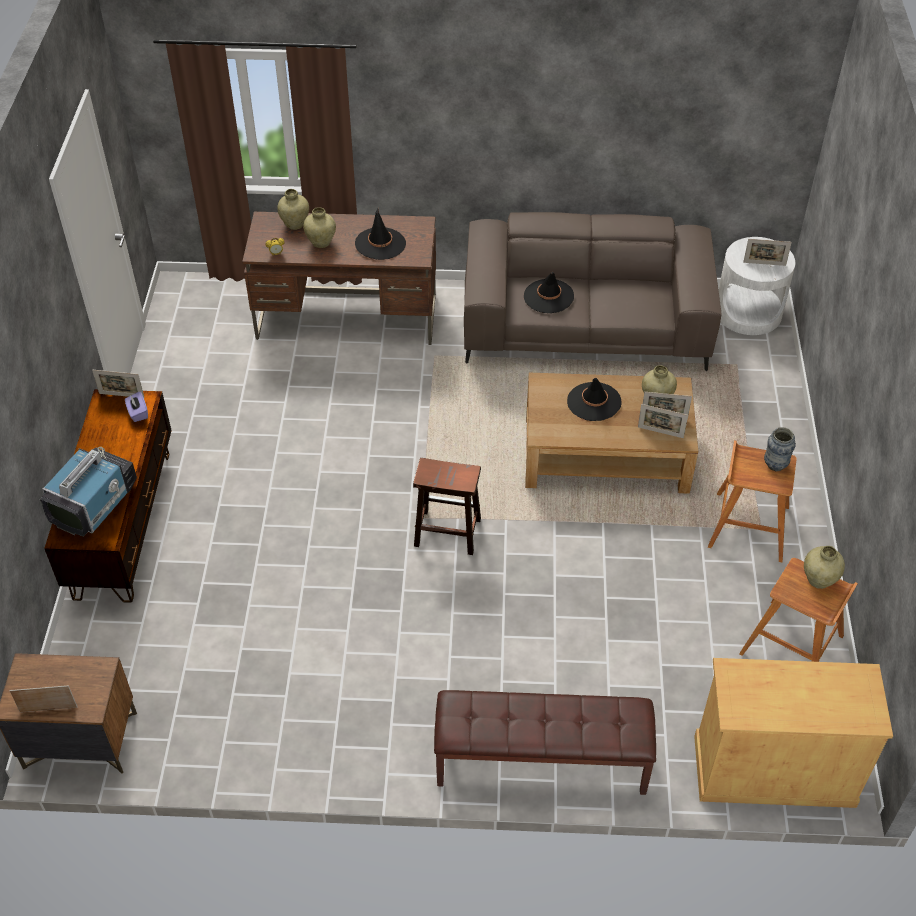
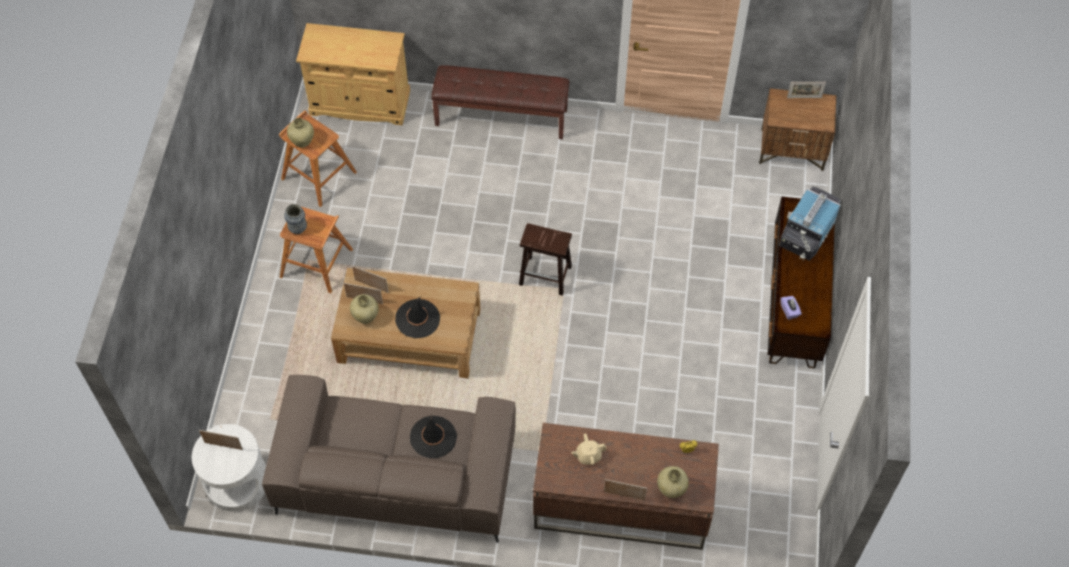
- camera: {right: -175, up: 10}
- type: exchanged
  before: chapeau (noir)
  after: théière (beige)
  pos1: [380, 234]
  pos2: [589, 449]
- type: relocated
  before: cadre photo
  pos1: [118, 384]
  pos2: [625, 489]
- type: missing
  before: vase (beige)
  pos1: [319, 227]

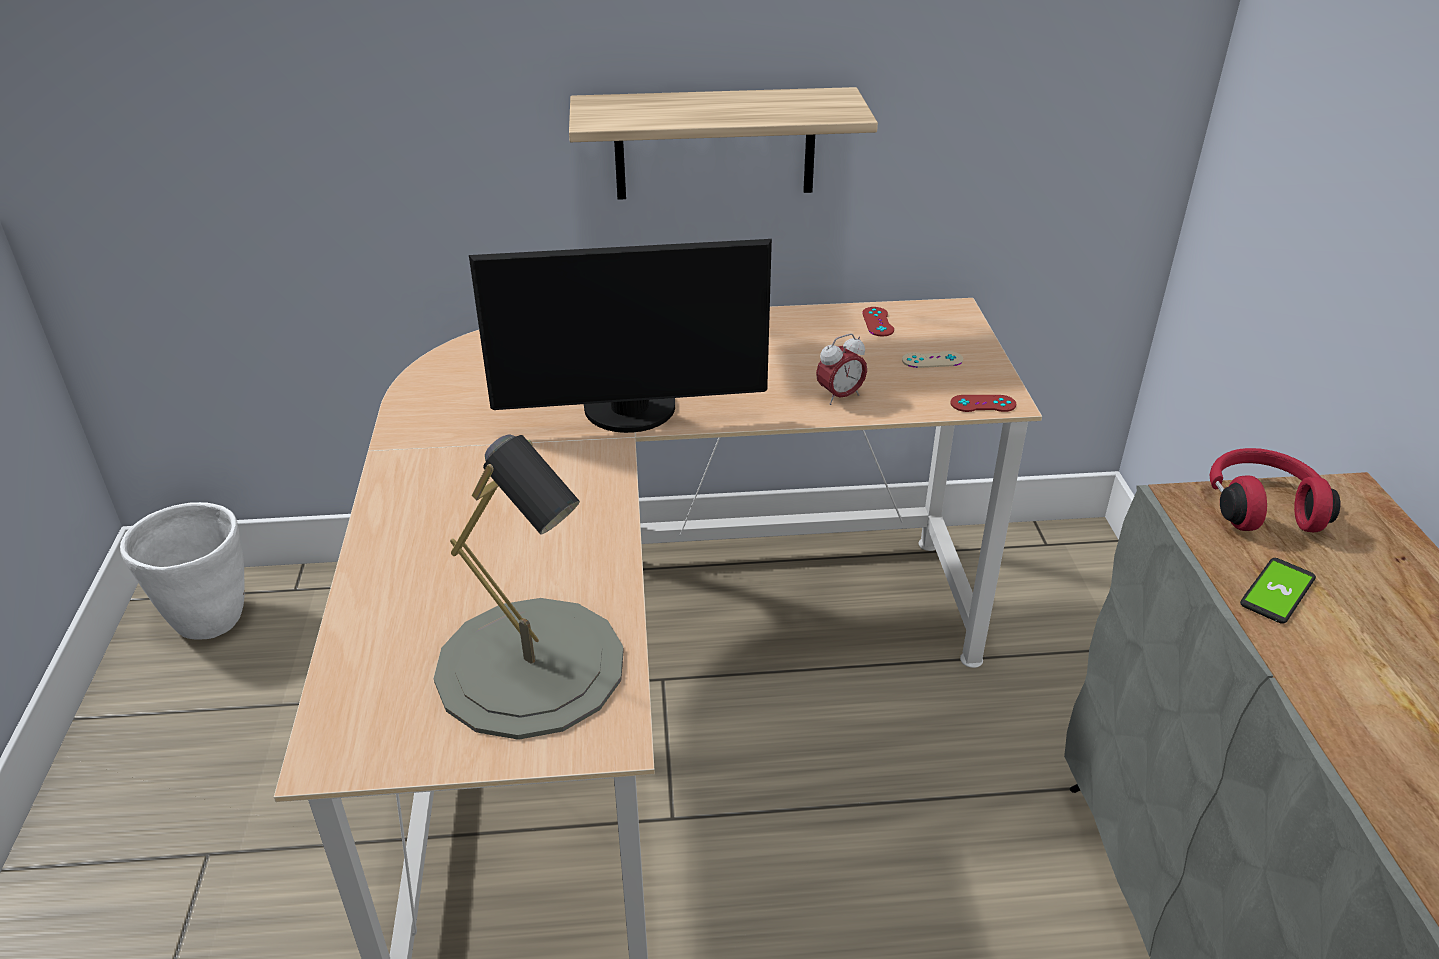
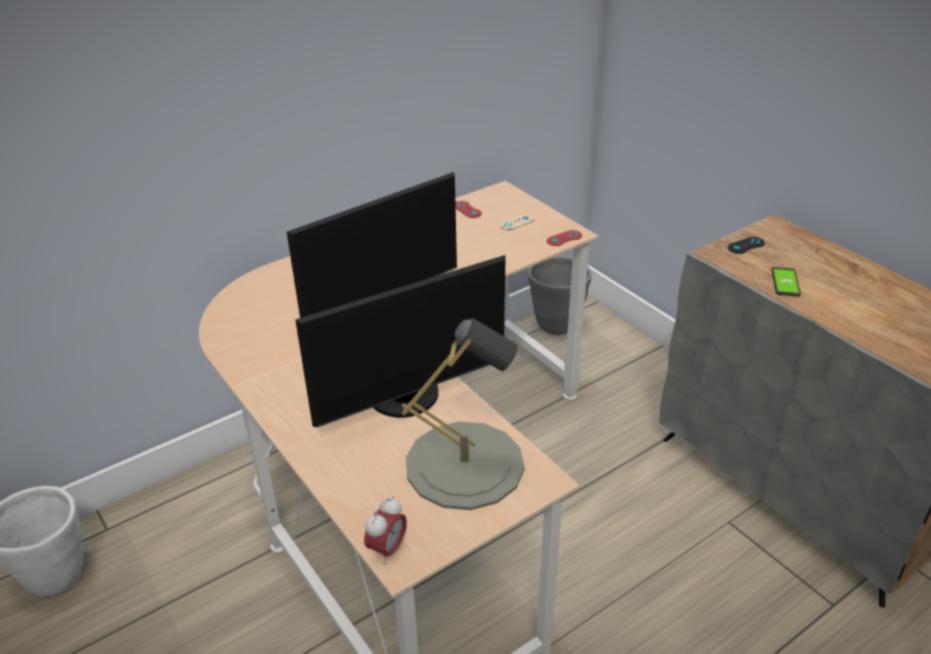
- camera: {right: -30, up: 0}
- type: appeared
  after: écran d'ordinateur
  pos2: [400, 341]
- type: relocated
  before: réveil
  pos1: [841, 369]
  pos2: [385, 530]
- type: appeared
  after: cache-pot (gris)
  pos2: [560, 295]
- type: exchanged
  before: casque audio (rouge)
  after: manette (noir)
  pos1: [1275, 490]
  pos2: [746, 245]
- type: missing
  before: étagère
  pos1: [723, 143]

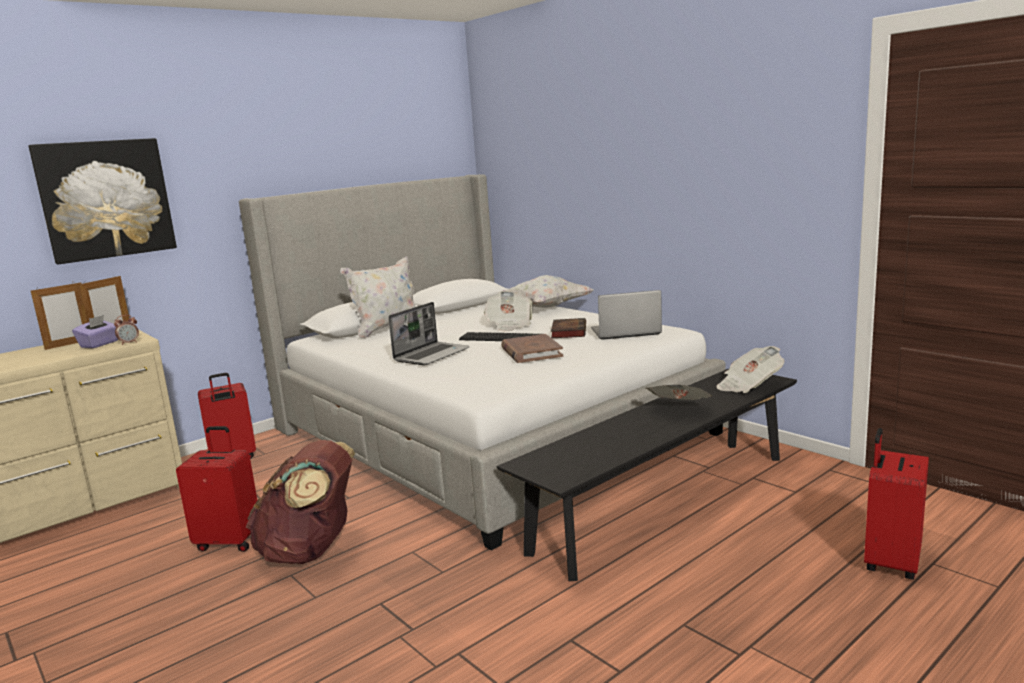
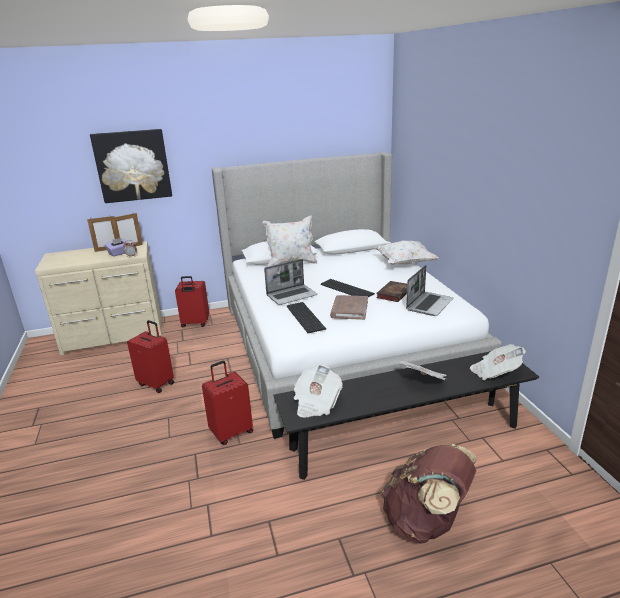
- camera: {right: 25, up: 10}
- type: relocated
  before: valise (rouge)
  pos1: [896, 504]
  pos2: [227, 403]
- type: appeared
  after: clavier
  pos2: [306, 317]
- type: relocated
  before: journal
  pos1: [508, 311]
  pos2: [318, 391]
- type: relocated
  before: sac à dos (marron)
  pos1: [300, 502]
  pos2: [429, 494]
- type: spun
  before: ordinateur portable
  pos1: [626, 315]
  pos2: [429, 290]
  turn: 105

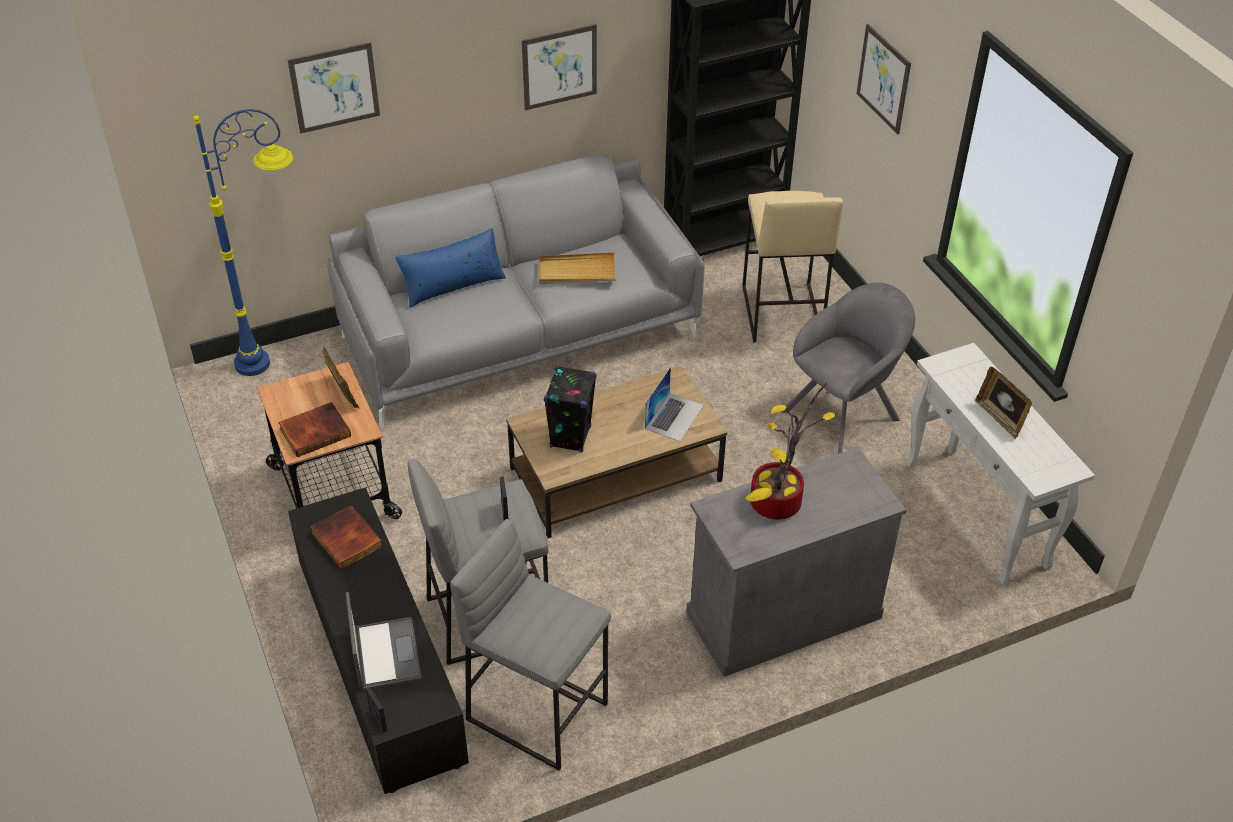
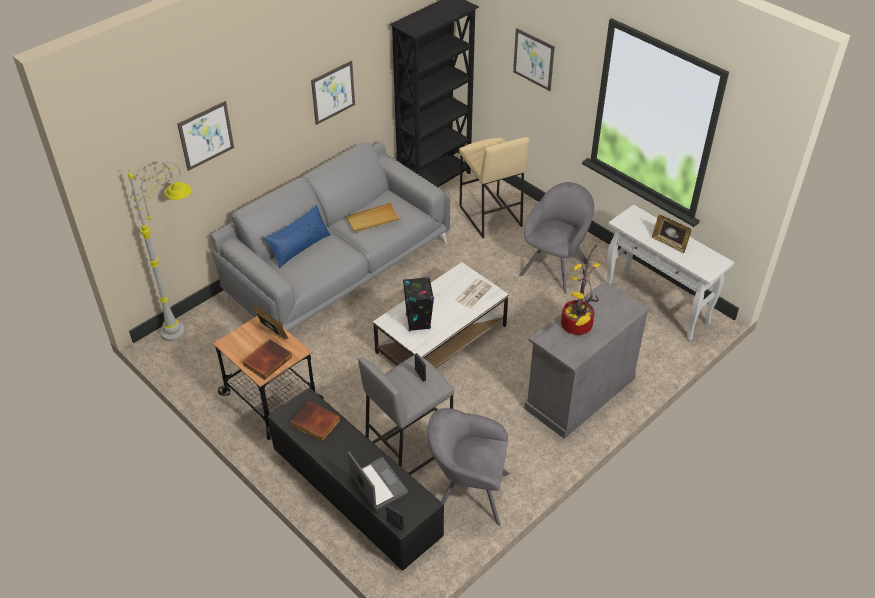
- camera: {right: -20, up: 0}
- type: colour
  before: lampadaire (bleu)
  after: lampadaire (gris)
  pos1: [243, 242]
  pos2: [160, 251]
- type: colour
  before: table basse (marron)
  after: table basse (blanc)
  pos1: [616, 452]
  pos2: [441, 315]
- type: exchanged
  before: tabouret (gris)
  after: fauteuil (gris)
  pos1: [530, 645]
  pos2: [468, 467]
- type: exchanged
  before: ordinateur portable
  after: journal
  pos1: [674, 404]
  pos2: [473, 293]

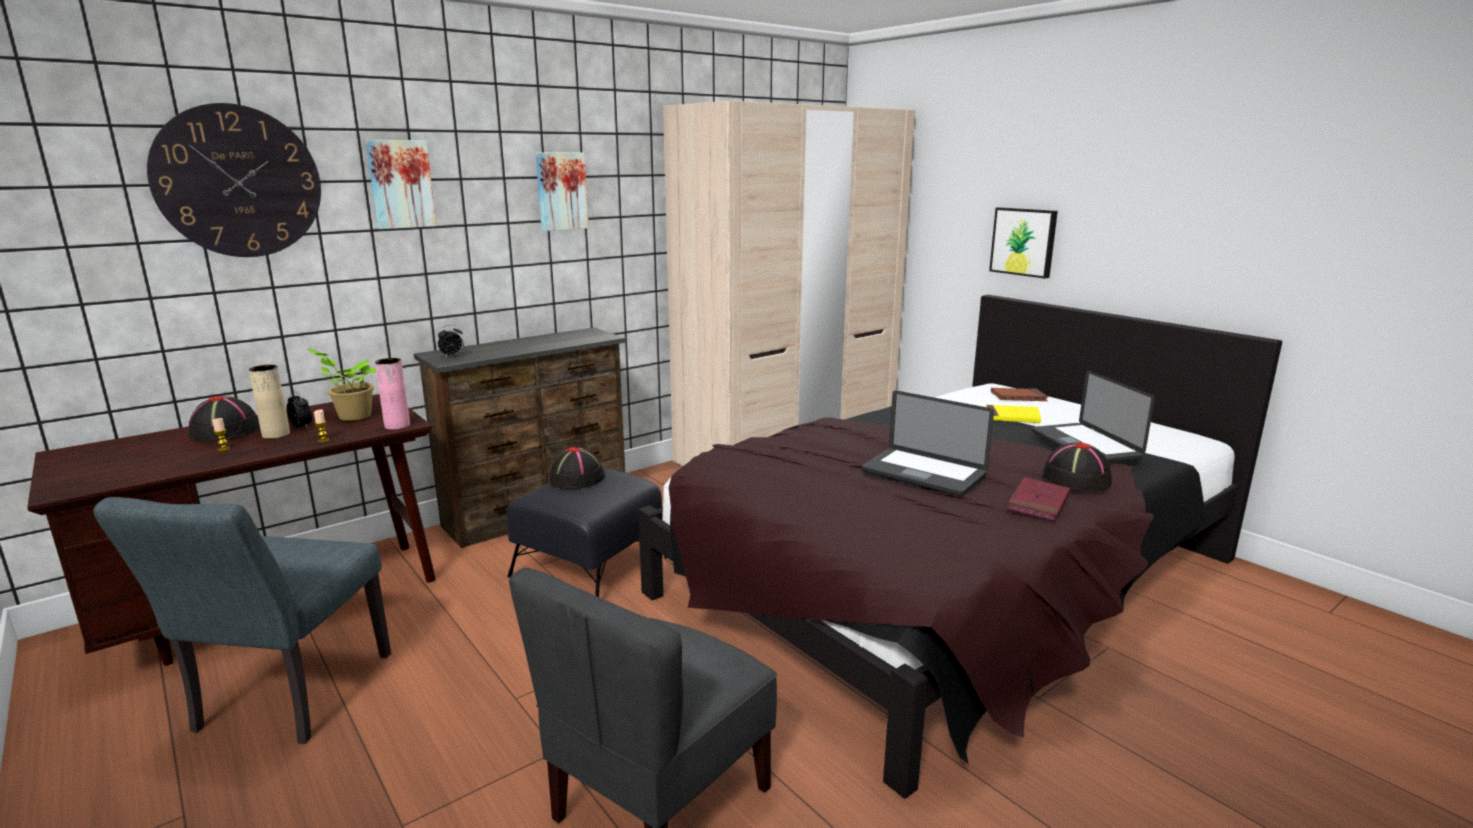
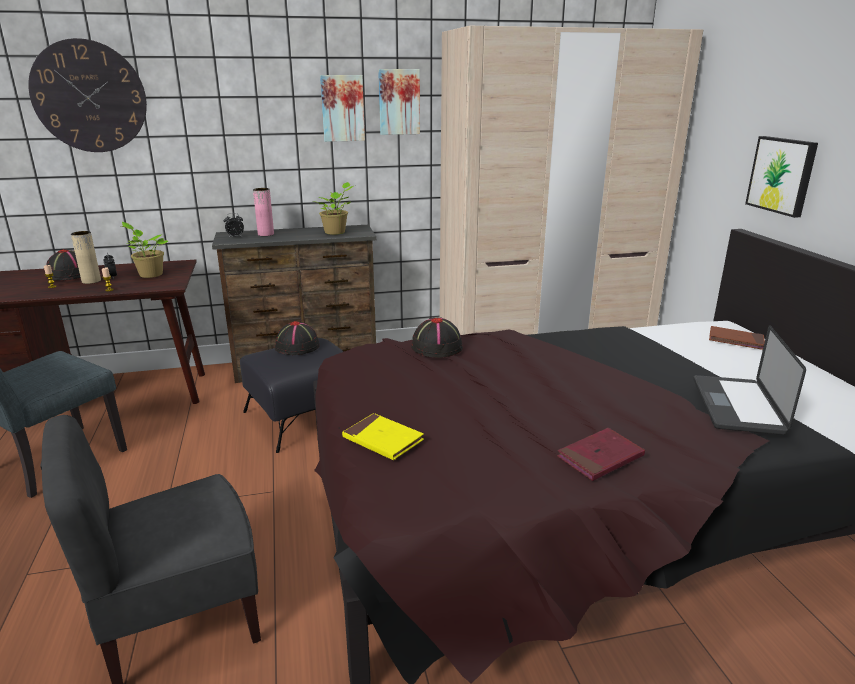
- camera: {right: 25, up: 5}
- type: relocated
  before: vase (rose)
  pos1: [392, 394]
  pos2: [263, 212]
- type: appeared
  after: plante en pot
  pos2: [335, 208]
- type: relocated
  before: livre (jaune)
  pos1: [1013, 414]
  pos2: [383, 436]
- type: relocated
  before: tableau
  pos1: [401, 184]
  pos2: [399, 102]
- type: relocated
  before: chapeau (noir)
  pos1: [1077, 467]
  pos2: [437, 337]
- type: missing
  before: ordinateur portable
  pos1: [928, 443]

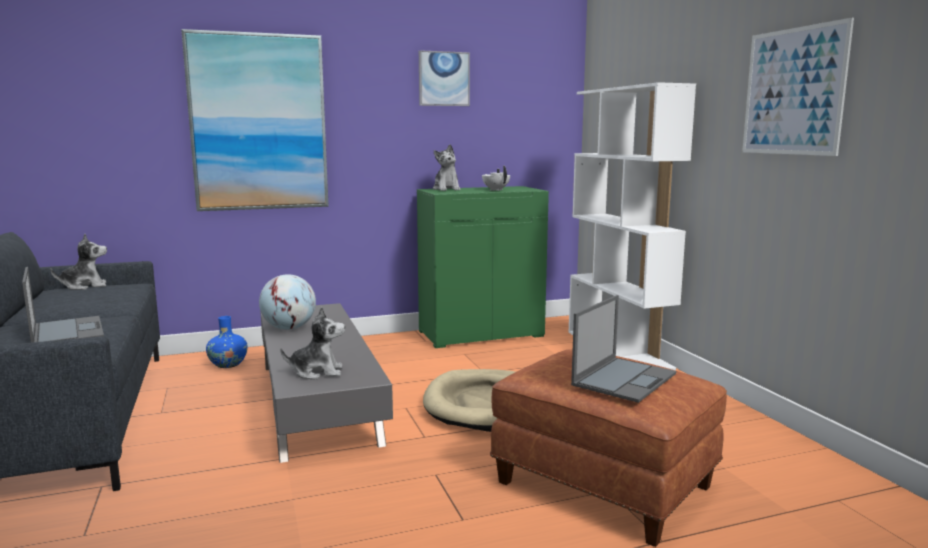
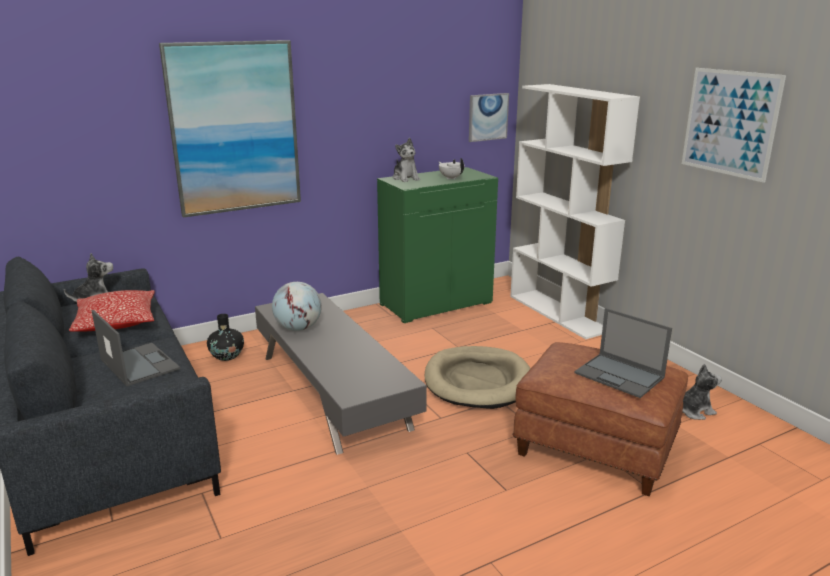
- camera: {right: -10, up: 10}
- type: appeared
  after: coussin
  pos2: [112, 311]
- type: colour
  before: vase (bleu)
  after: vase (noir)
  pos1: [227, 342]
  pos2: [225, 337]
- type: relocated
  before: tableau
  pos1: [444, 78]
  pos2: [489, 117]
- type: spun
  before: ordinateur portable
  pos1: [623, 349]
  pos2: [623, 353]
  turn: 105
- type: relocated
  before: peluche
  pos1: [312, 343]
  pos2: [702, 392]

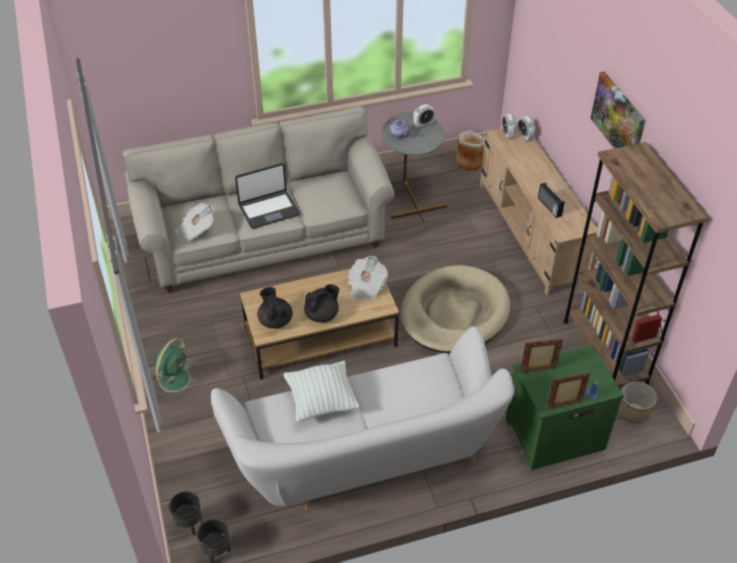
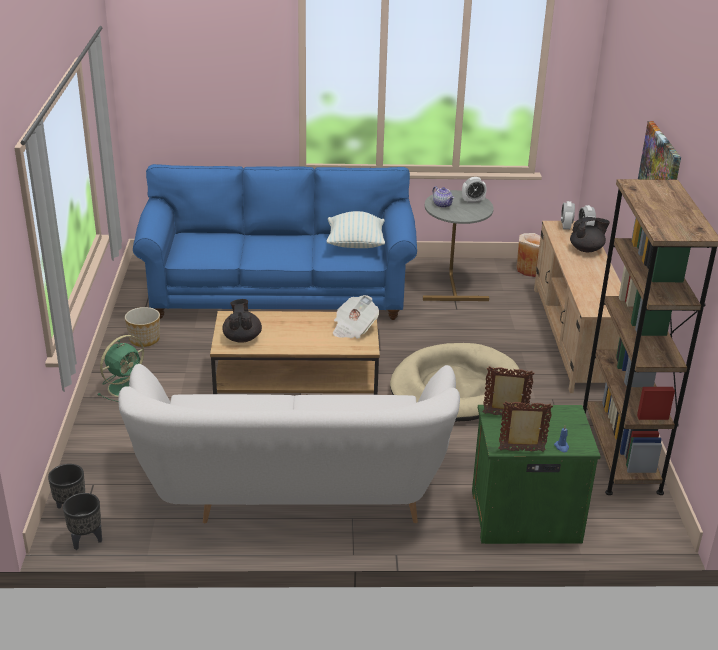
- camera: {right: 15, up: -15}
- type: relocated
  before: cache-pot
  pos1: [638, 402]
  pos2: [142, 327]
- type: colour
  before: canapé (beige)
  after: canapé (bleu)
  pos1: [259, 199]
  pos2: [275, 242]
- type: relocated
  before: coussin
  pos1: [321, 391]
  pos2: [356, 229]
- type: relocated
  before: théière (noir)
  pos1: [321, 303]
  pos2: [590, 234]
- type: missing
  before: journal
  pos1: [194, 222]
- type: missing
  before: ordinateur portable
  pos1: [267, 196]
- type: missing
  before: radio
  pos1: [551, 200]

